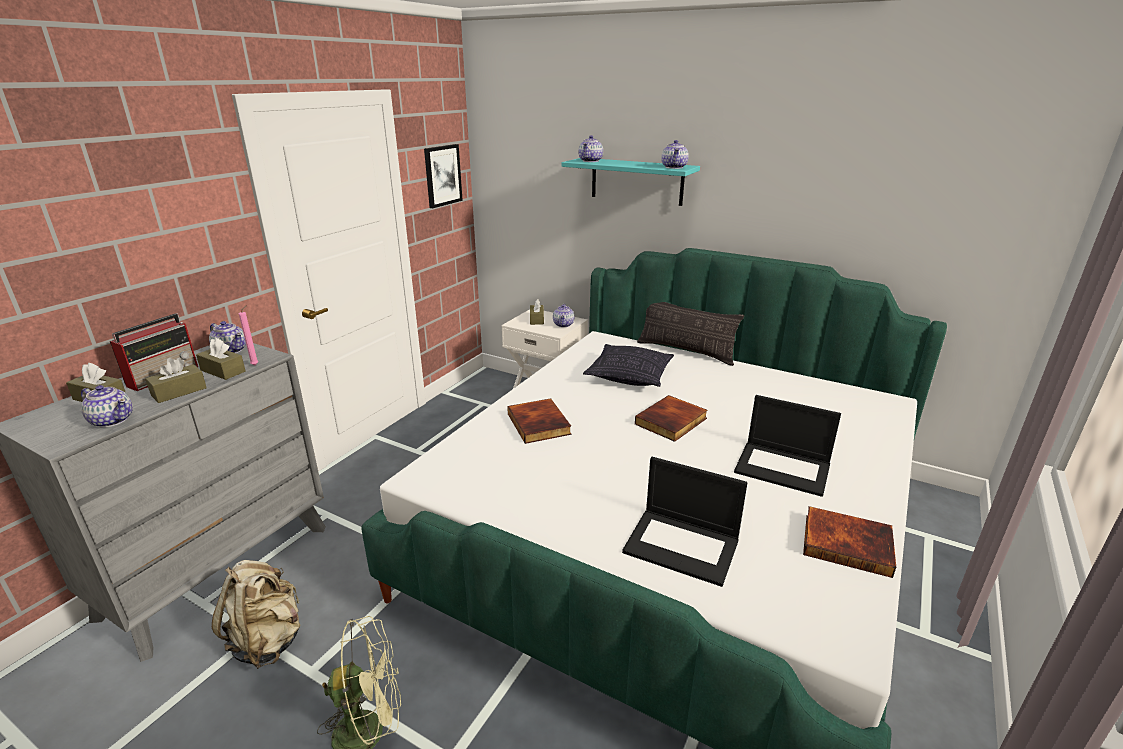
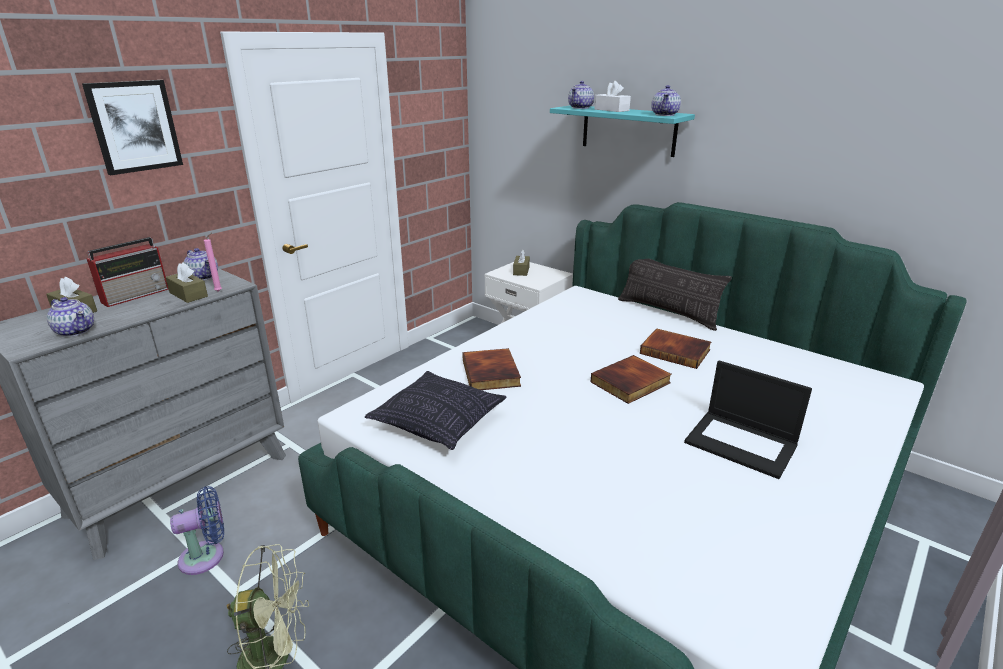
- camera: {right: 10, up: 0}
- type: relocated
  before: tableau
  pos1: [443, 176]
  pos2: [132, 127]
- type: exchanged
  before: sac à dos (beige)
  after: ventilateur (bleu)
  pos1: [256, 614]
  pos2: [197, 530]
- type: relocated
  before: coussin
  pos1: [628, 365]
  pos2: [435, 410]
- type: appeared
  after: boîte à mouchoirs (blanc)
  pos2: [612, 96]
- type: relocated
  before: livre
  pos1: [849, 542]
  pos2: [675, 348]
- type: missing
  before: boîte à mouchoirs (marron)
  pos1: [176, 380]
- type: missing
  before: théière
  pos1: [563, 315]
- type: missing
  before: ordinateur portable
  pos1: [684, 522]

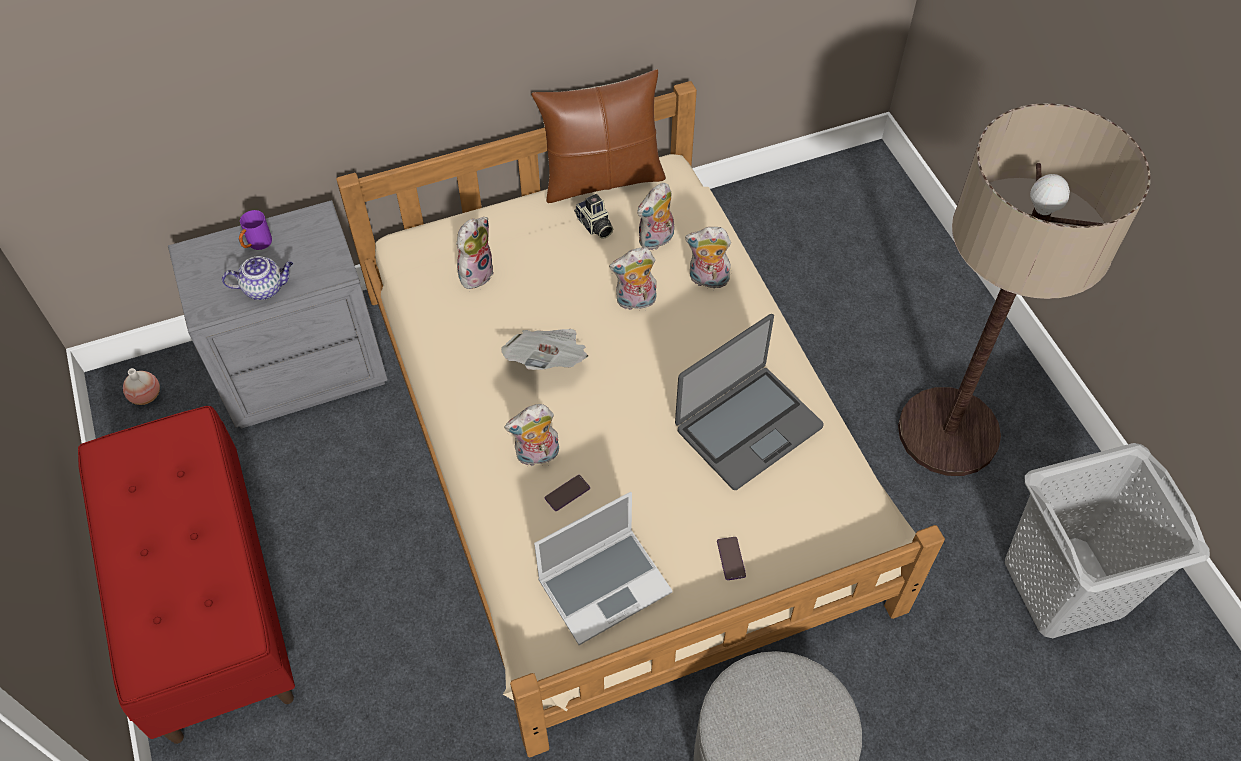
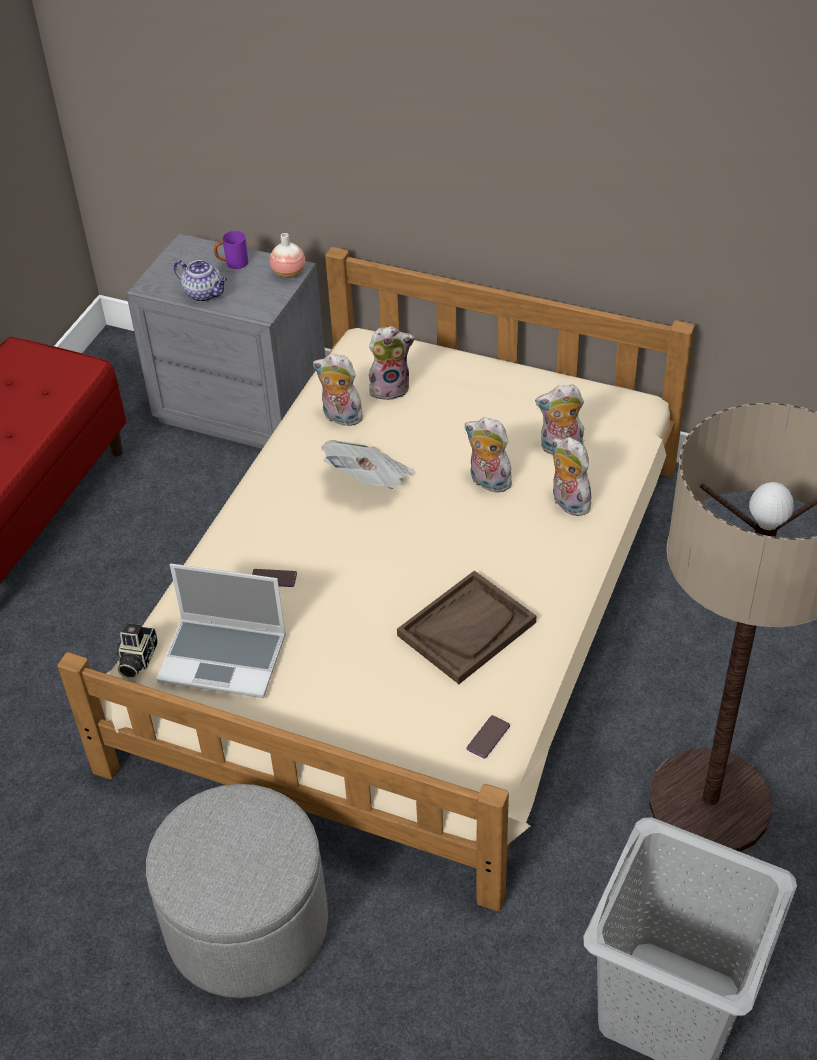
- camera: {right: 45, up: -10}
- type: relocated
  before: appareil photo
  pos1: [593, 216]
  pos2: [137, 650]
- type: relocated
  before: vase
  pos1: [141, 386]
  pos2: [287, 255]
- type: relocated
  before: peluche
  pos1: [531, 435]
  pos2: [338, 389]
- type: exchanged
  before: ordinateur portable
  after: plateau (marron)
  pos1: [749, 402]
  pos2: [466, 627]
- type: relocated
  before: téléphone
  pos1: [731, 558]
  pos2: [488, 737]
- type: missing
  before: coussin (marron)
  pos1: [598, 136]

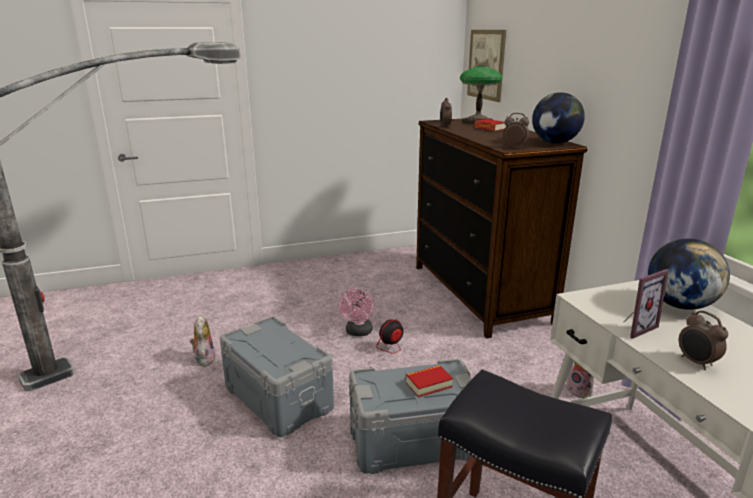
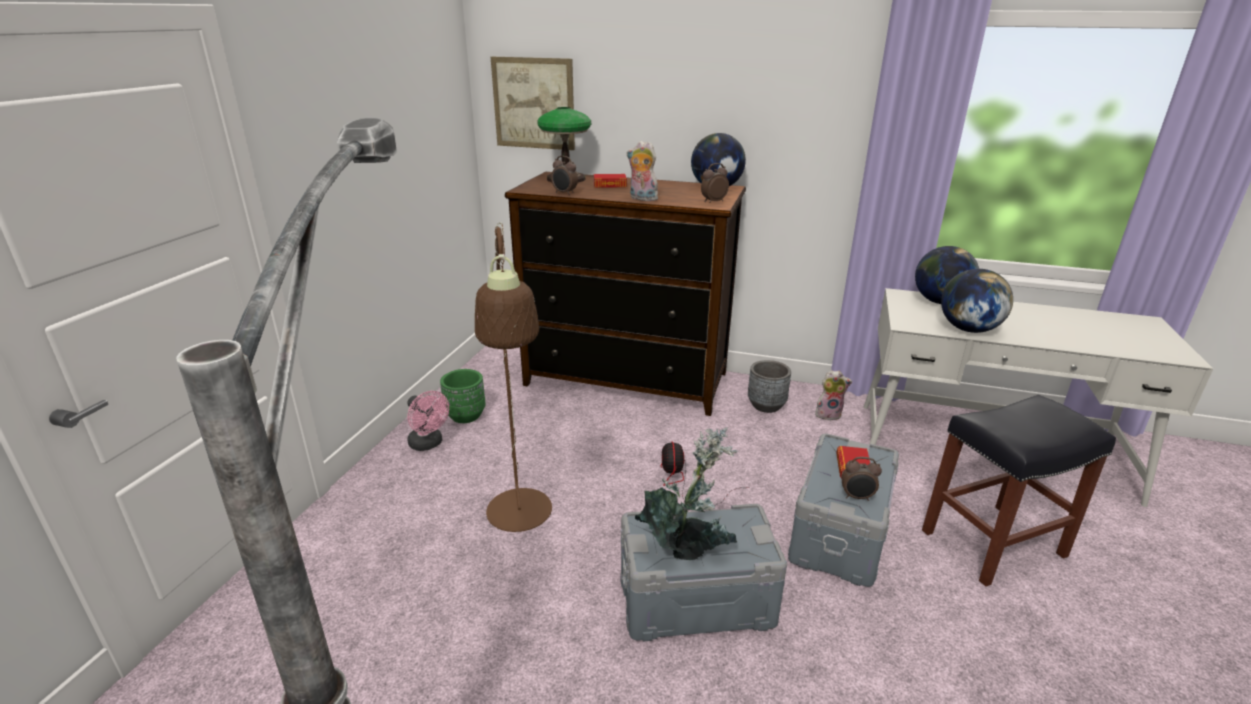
- camera: {right: -55, up: 5}
- type: relocated
  before: ventilateur (rose)
  pos1: [356, 312]
  pos2: [428, 421]
- type: appeared
  after: cache-pot (vert)
  pos2: [462, 396]
- type: appeared
  after: lampadaire (marron)
  pos2: [513, 377]
- type: relocated
  before: peluche
  pos1: [203, 341]
  pos2: [642, 171]
- type: appeared
  after: plante en pot
  pos2: [686, 493]
- type: appeared
  after: cache-pot (gris)
  pos2: [769, 386]
- type: relocated
  before: réveil
  pos1: [703, 340]
  pos2: [861, 479]
- type: exchanged
  before: cadre photo
  after: globe
  pos1: [646, 304]
  pos2: [977, 301]

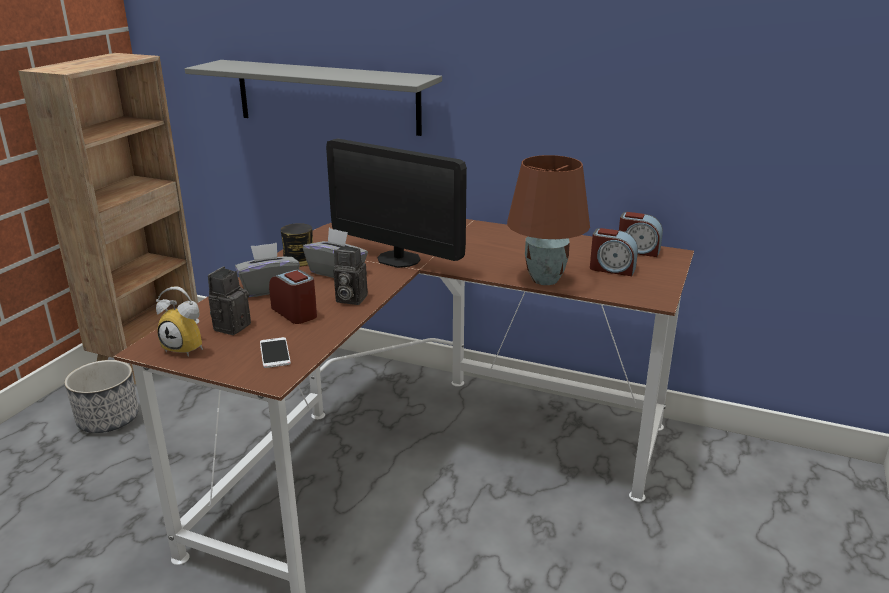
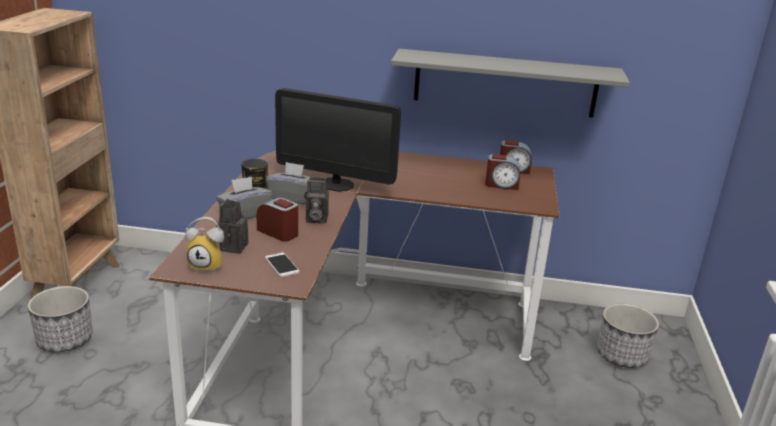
- camera: {right: -15, up: 0}
- type: relocated
  before: étagère (gris)
  pos1: [313, 98]
  pos2: [510, 83]
- type: appeared
  after: cache-pot
  pos2: [628, 336]
- type: missing
  before: lampe de table (marron)
  pos1: [548, 220]

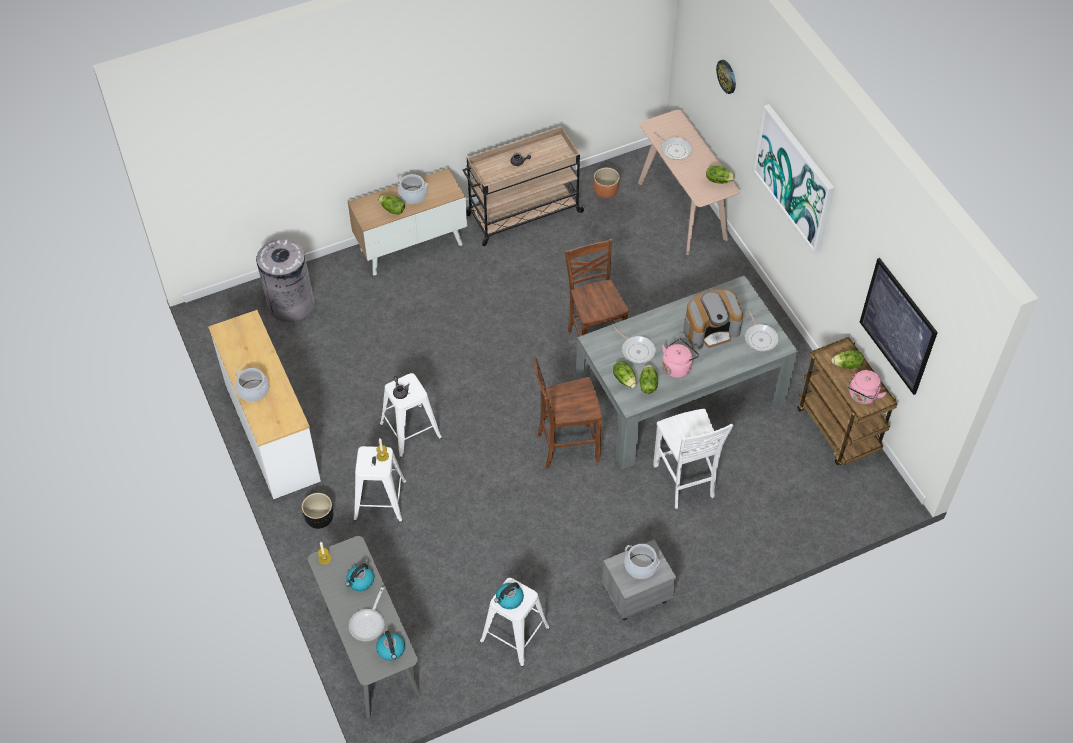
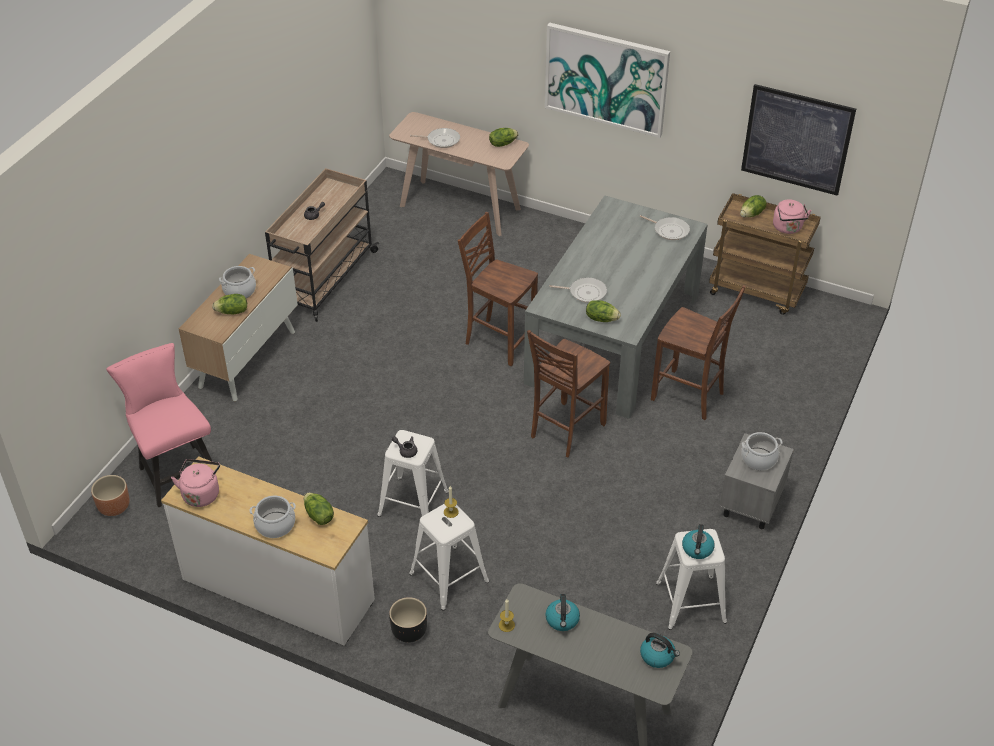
- camera: {right: -40, up: -10}
- type: relocated
  before: cache-pot (marron)
  pos1: [607, 183]
  pos2: [110, 495]
- type: exchanged
  before: poubelle (gris)
  after: chaise (rose)
  pos1: [285, 280]
  pos2: [159, 425]
- type: relocated
  before: bouilloire (rose)
  pos1: [680, 358]
  pos2: [195, 483]
- type: relocated
  before: laitue
  pos1: [649, 379]
  pos2: [319, 509]
- type: colour
  before: chaise (blanc)
  after: chaise (marron)
  pos1: [693, 459]
  pos2: [698, 352]
- type: missing
  before: poêle
  pos1: [366, 614]
- type: missing
  before: machine à café
  pos1: [713, 319]
- type: missing
  before: horloge murale
  pos1: [726, 77]

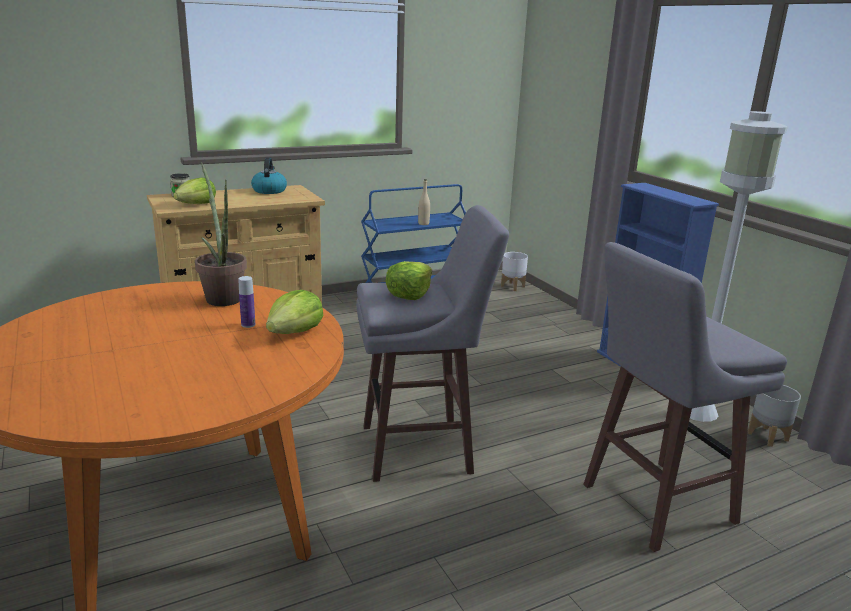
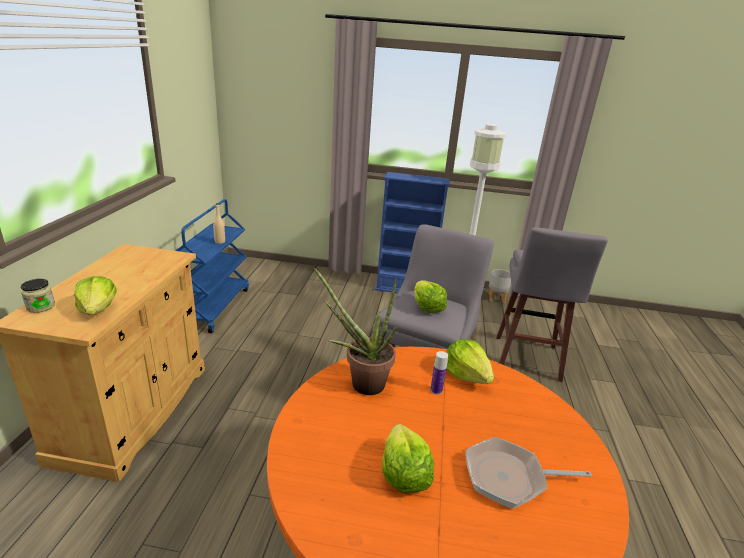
- camera: {right: -55, up: 5}
- type: appeared
  after: laitue
  pos2: [408, 458]
- type: appeared
  after: poêle
  pos2: [528, 473]
- type: missing
  before: bouilloire
  pos1: [269, 176]
- type: missing
  before: cache-pot (blanc)
  pos1: [514, 271]

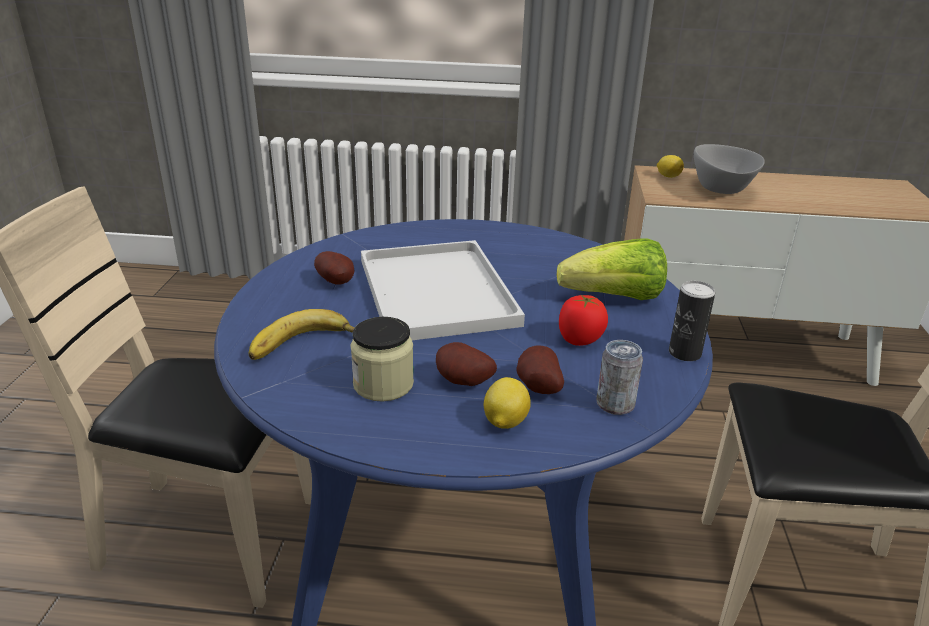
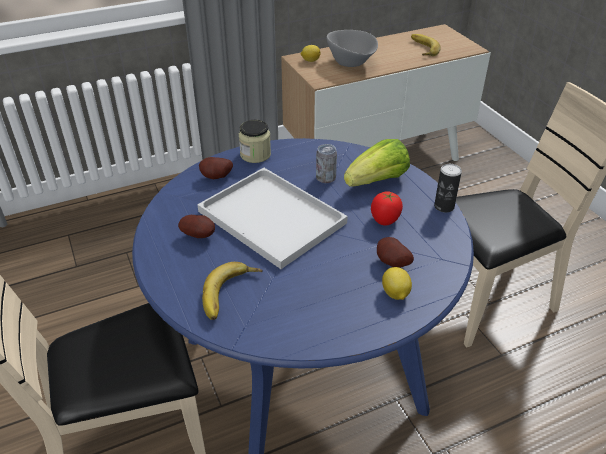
- camera: {right: -30, up: 10}
- type: relocated
  before: pomme de terre
  pos1: [466, 364]
  pos2: [216, 168]
- type: relocated
  before: bocal
  pos1: [382, 359]
  pos2: [255, 141]
- type: relocated
  before: boîte métallique
  pos1: [619, 377]
  pos2: [326, 163]
- type: appeared
  after: banane
  pos2: [426, 45]

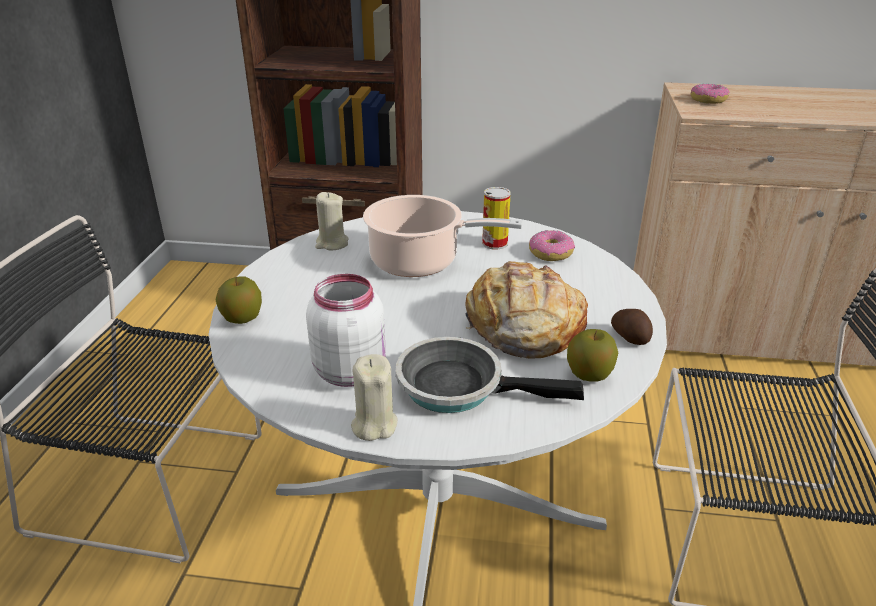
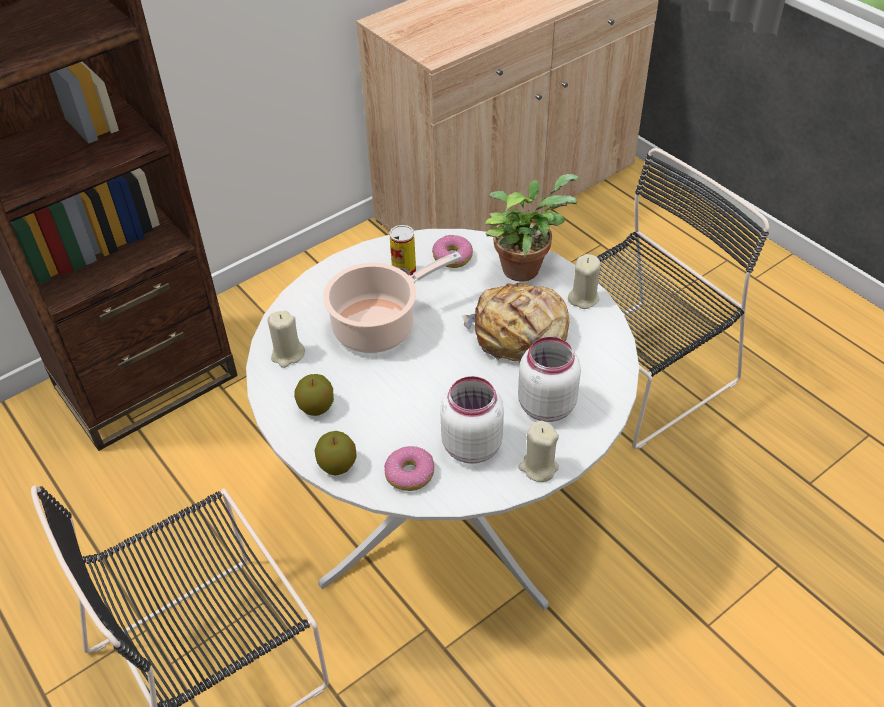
- camera: {right: -45, up: 15}
- type: relocated
  before: pomme
  pos1: [592, 355]
  pos2: [314, 395]
- type: relocated
  before: beignet
  pos1: [710, 94]
  pos2: [409, 468]
- type: appeared
  after: plante en pot
  pos2: [532, 228]
- type: exchanged
  before: poêle
  after: bocal (blanc)
  pos1: [490, 375]
  pos2: [549, 379]
- type: exchanged
  before: pomme de terre
  after: bougie (beige)
  pos1: [632, 327]
  pos2: [584, 281]

